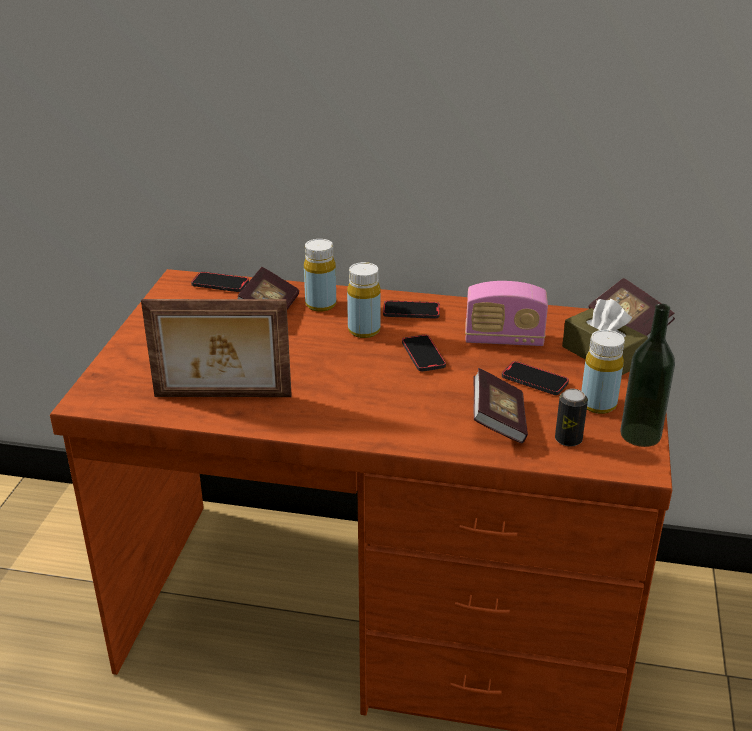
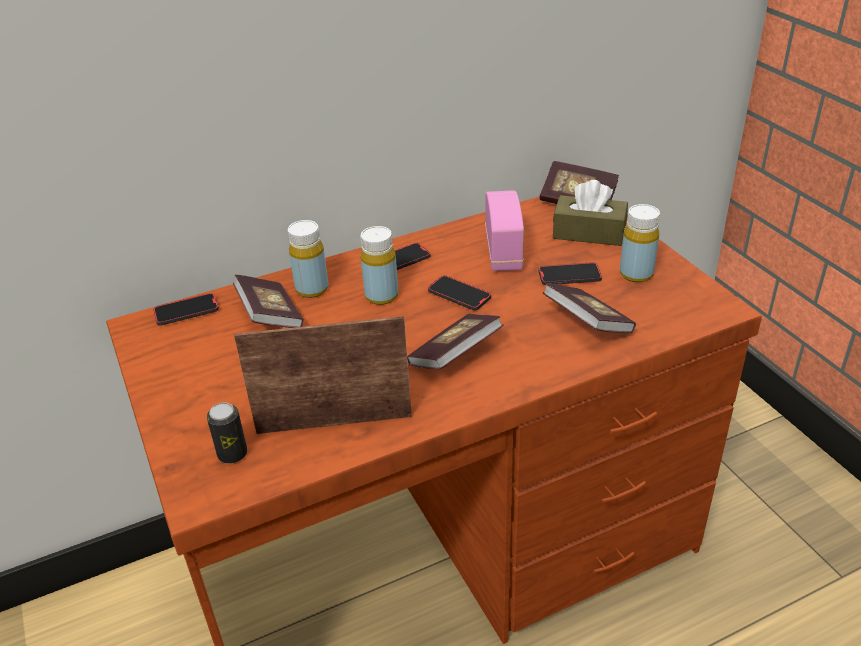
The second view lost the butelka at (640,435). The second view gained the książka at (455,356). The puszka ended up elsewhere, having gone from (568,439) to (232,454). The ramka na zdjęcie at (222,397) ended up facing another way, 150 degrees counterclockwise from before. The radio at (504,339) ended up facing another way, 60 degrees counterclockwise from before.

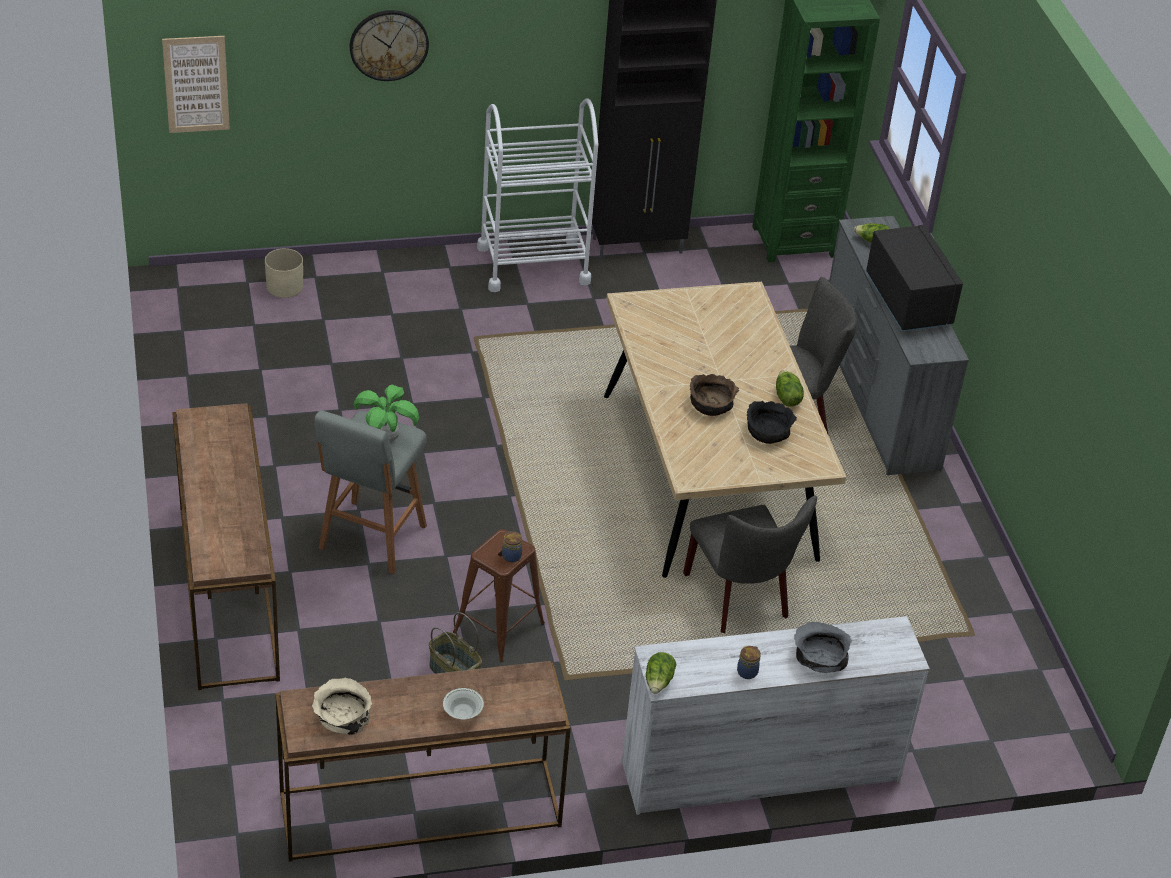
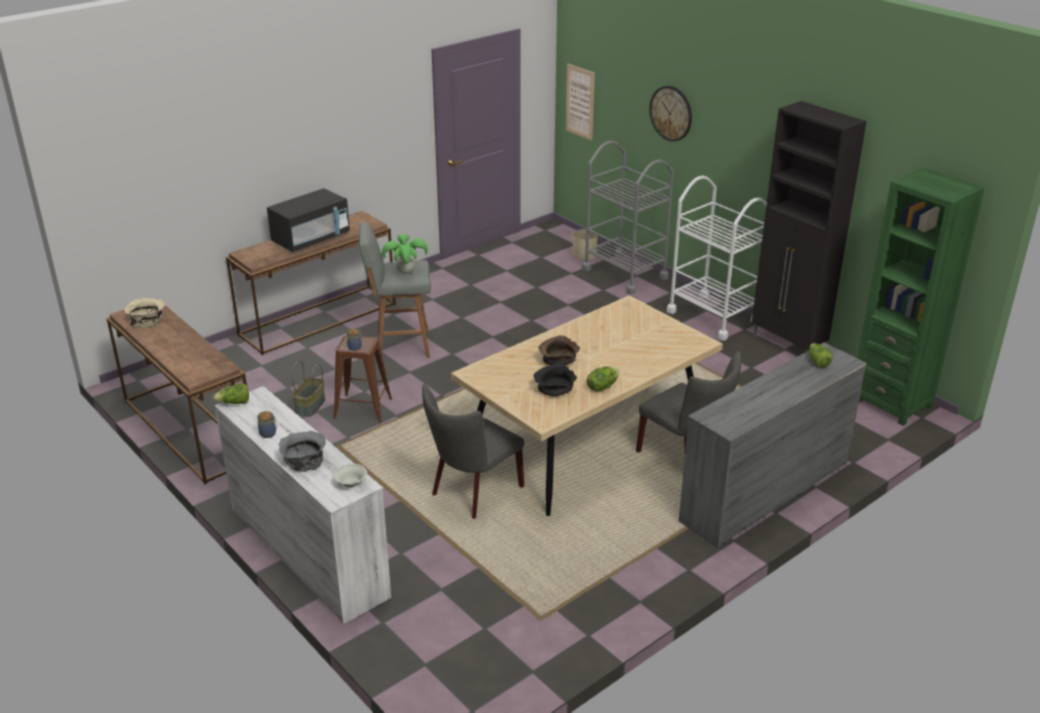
The second view gained the wózek (szary) at (625,274). The miska (biały) ended up elsewhere, having gone from (462,713) to (351,484). The mikrofalówka (czarny) ended up elsewhere, having gone from (908,301) to (311,239).

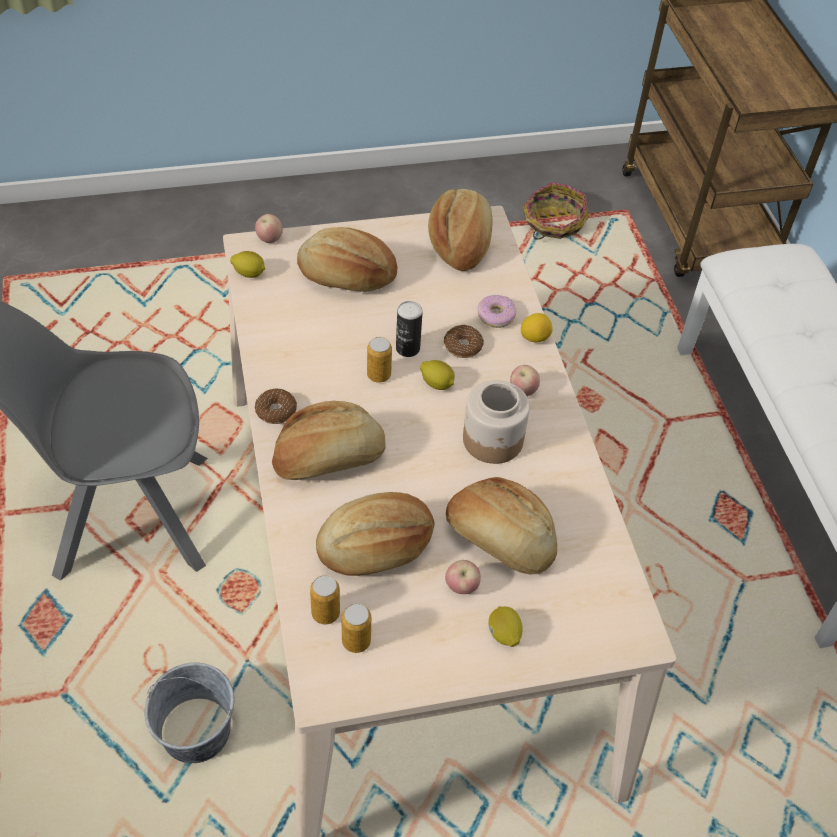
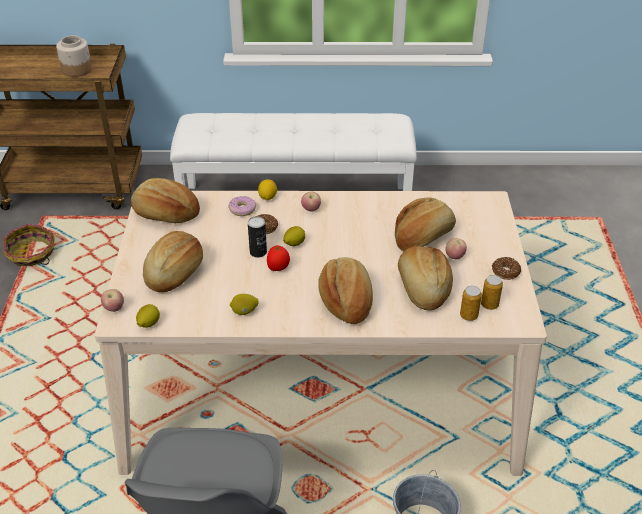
The donut ended up elsewhere, having gone from (276,411) to (505,272). The słoik ended up elsewhere, having gone from (493,440) to (77,69). The cytryna ended up elsewhere, having gone from (503,634) to (244,311). Where the puszka stood at (379,375), the pomidor came to stand at (278,268).

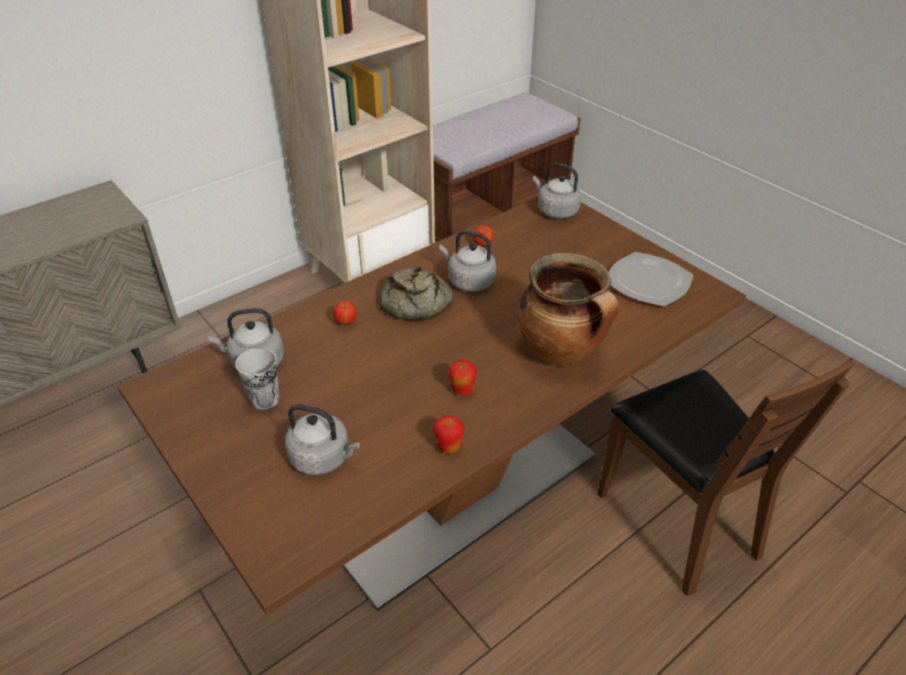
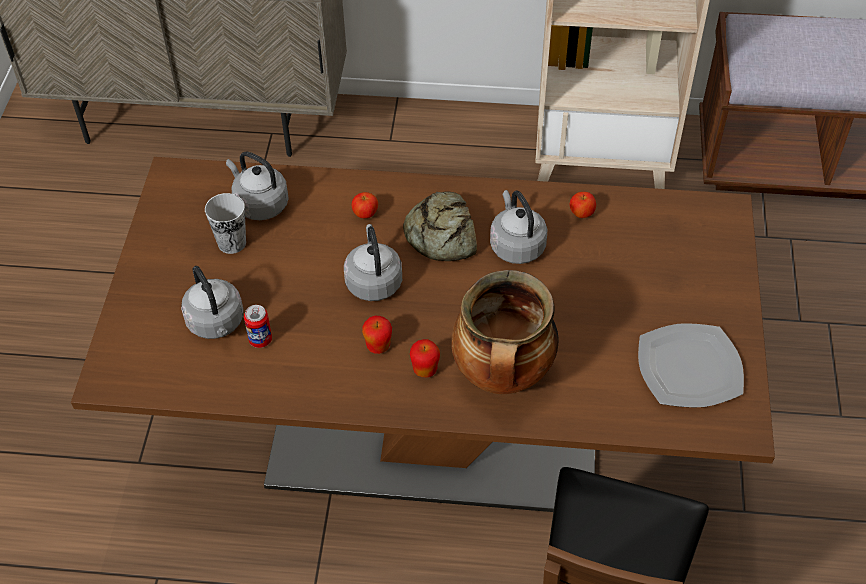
The second view gained the puszka at (260,340). The jabłko ended up elsewhere, having gone from (449,447) to (425,370). The czajnik (szary) ended up elsewhere, having gone from (555,211) to (373,281).

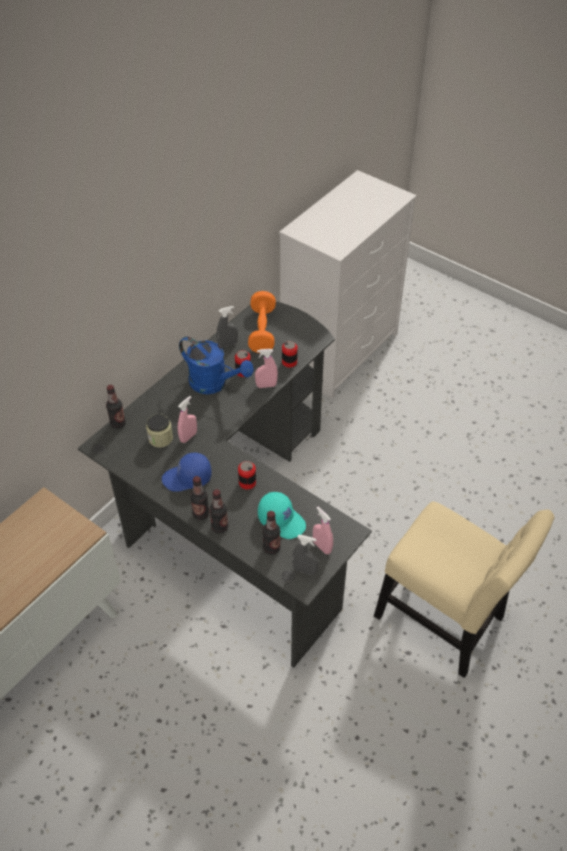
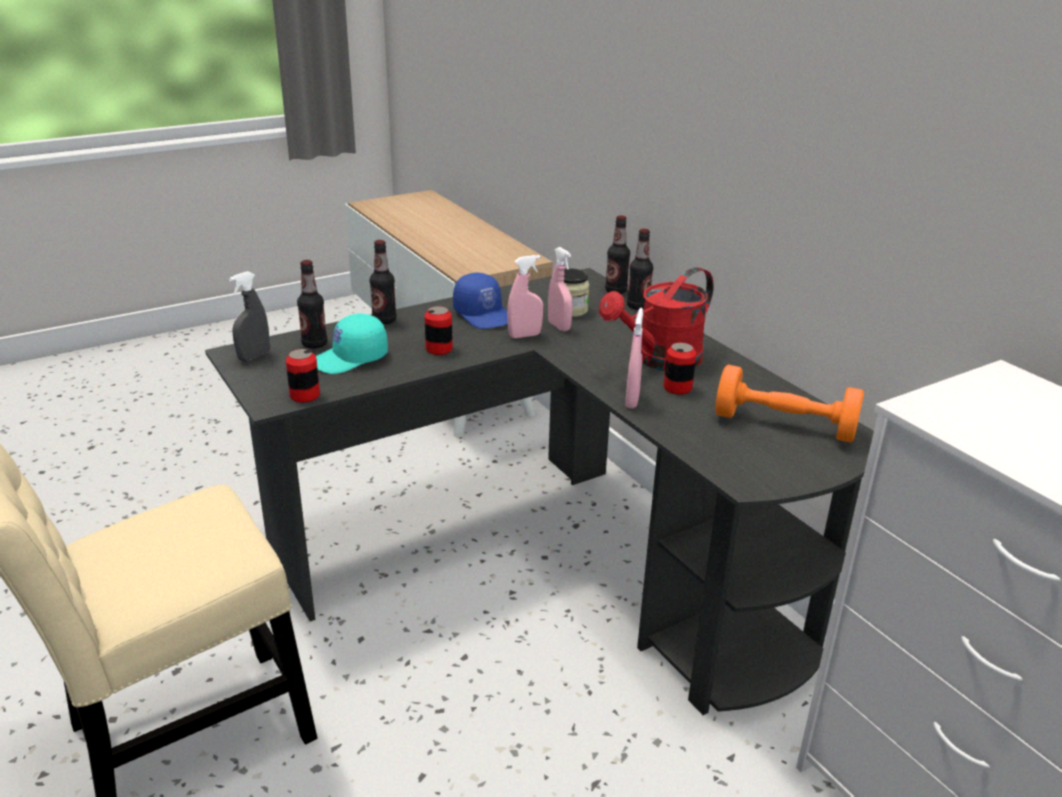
The second view lost the spryskiwacz (szary) at (228,344). The butelka ended up elsewhere, having gone from (201,514) to (638,306). The puszka ended up elsewhere, having gone from (289,362) to (305,395). The spryskiwacz (różowy) ended up elsewhere, having gone from (322,547) to (524,335). What was the konewka (niebieski) at (214,383) turned into the konewka (czerwony) at (660,361). The czapka z daszkiem (niebieski) at (187,478) ended up facing another way, 135 degrees clockwise from before.

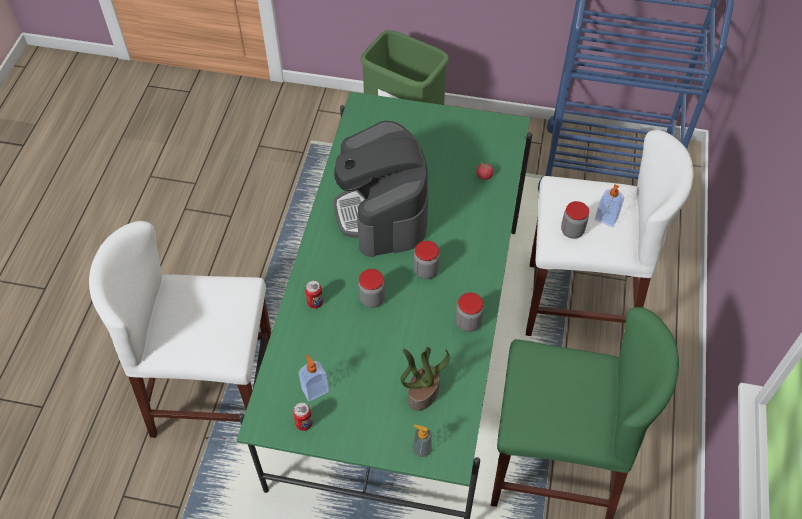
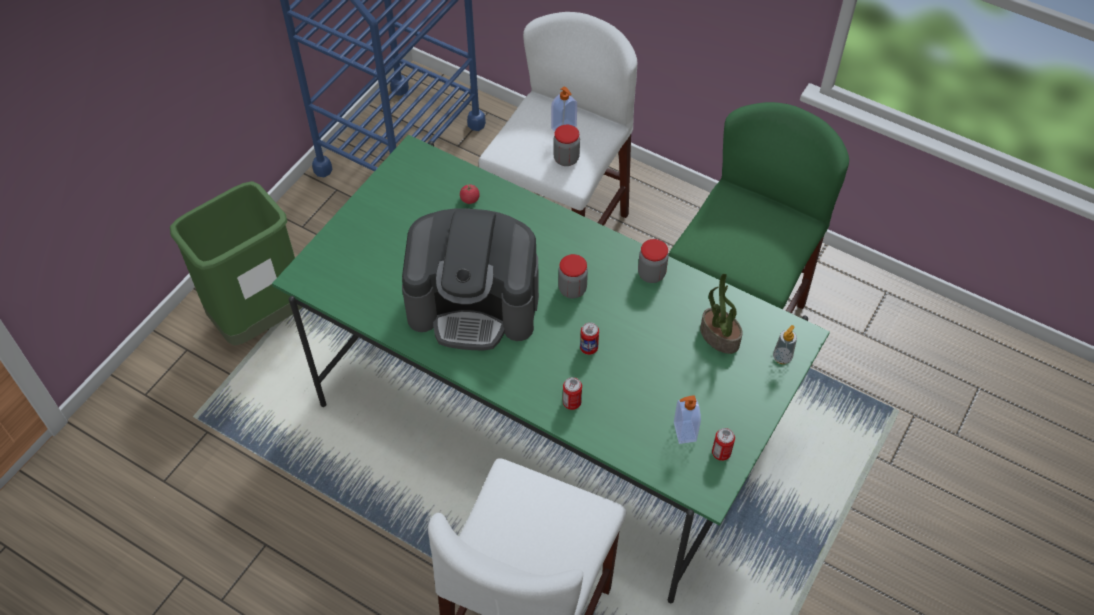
Where the słoik stood at (372,299), the puszka came to stand at (589,348).

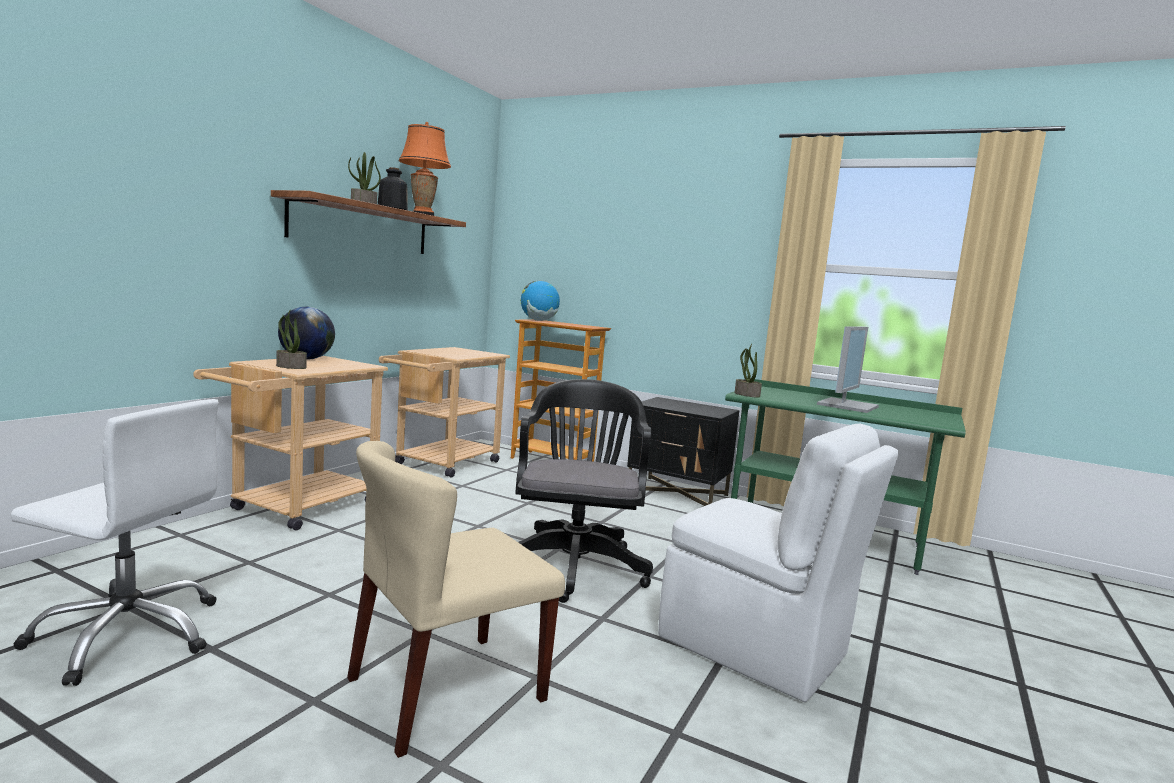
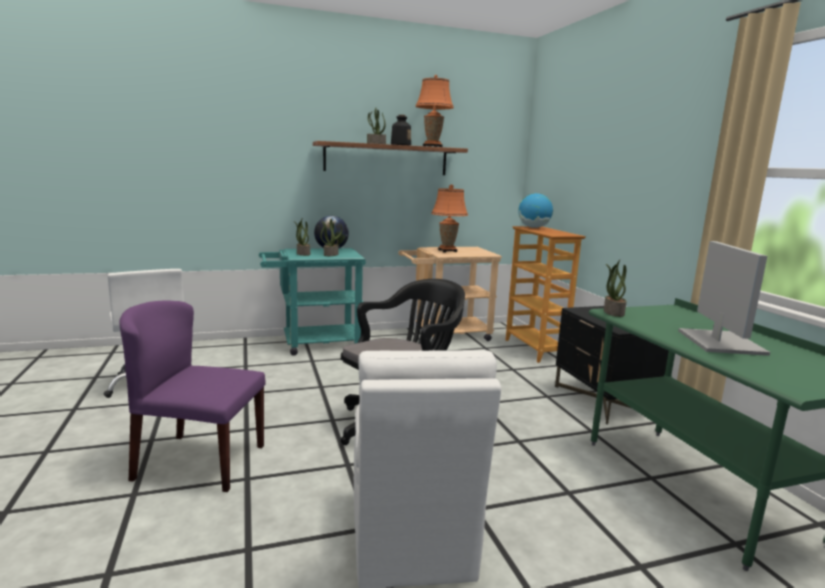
The second view gained the roślina doniczkowa at (331,254). The second view gained the lampa stołowa (pomarańczowy) at (447,251). What was the wózek (beżowy) at (296,509) turned into the wózek (turkusowy) at (314,344). What was the krzesło (beżowy) at (445,690) turned into the krzesło (fioletowy) at (199,462). The monitor at (847,405) ended up facing another way, 75 degrees counterclockwise from before.

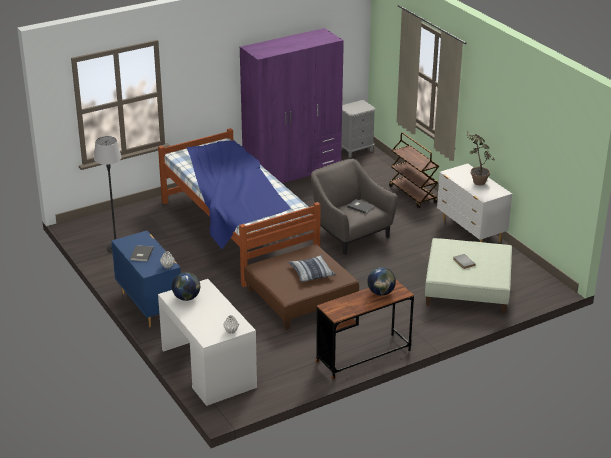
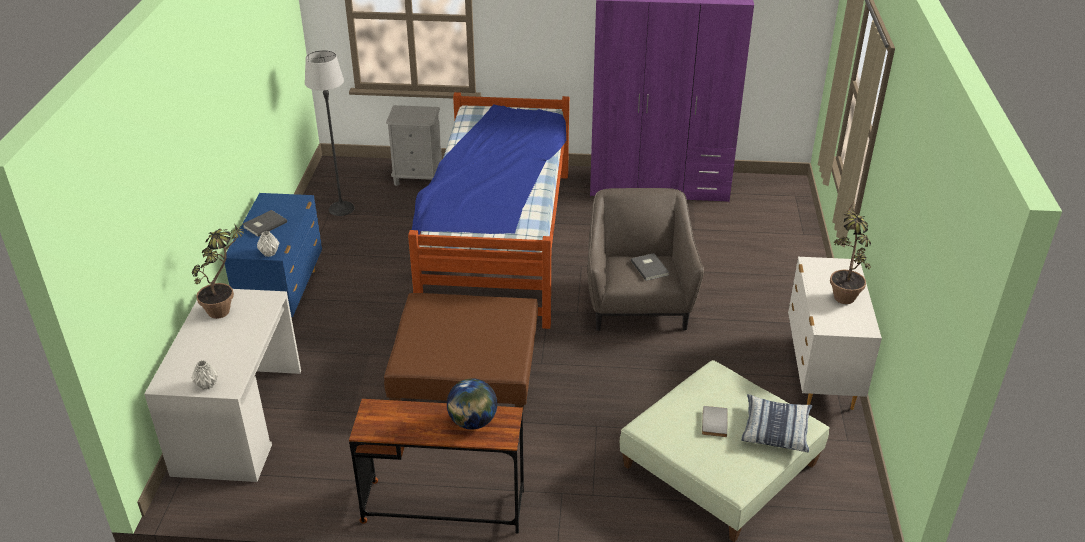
The second view lost the wózek (brązowy) at (413,195). The poduszka ended up elsewhere, having gone from (311,272) to (775,429). The szafka nocna (szary) ended up elsewhere, having gone from (356,150) to (418,178). Where the globus stood at (187,298), the roślina doniczkowa came to stand at (226,308).

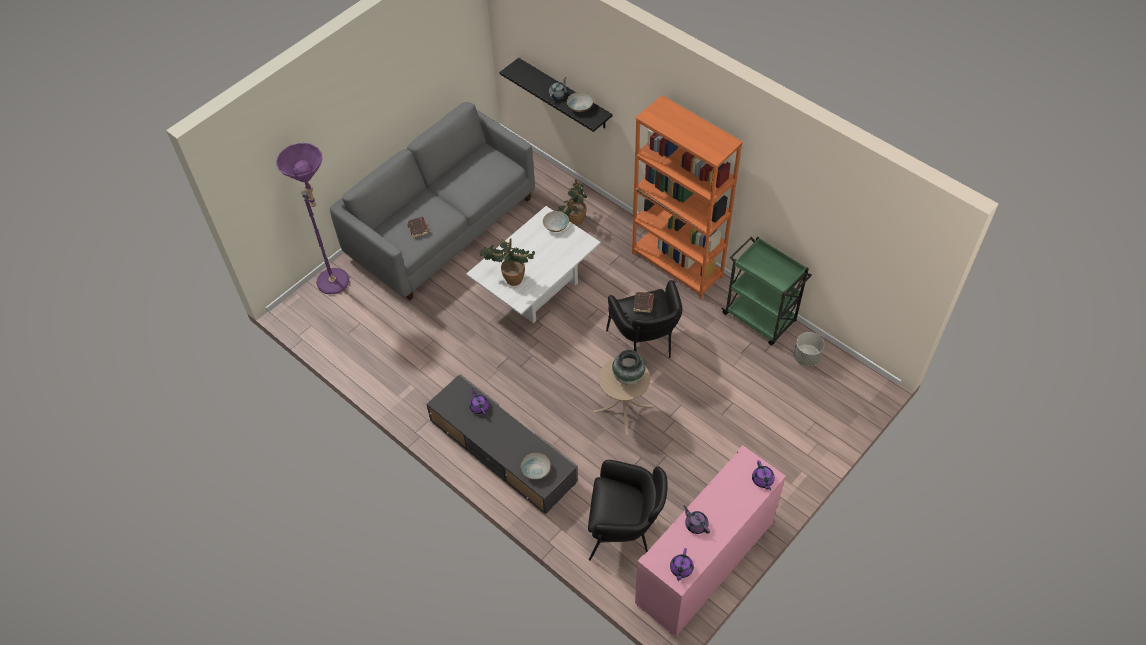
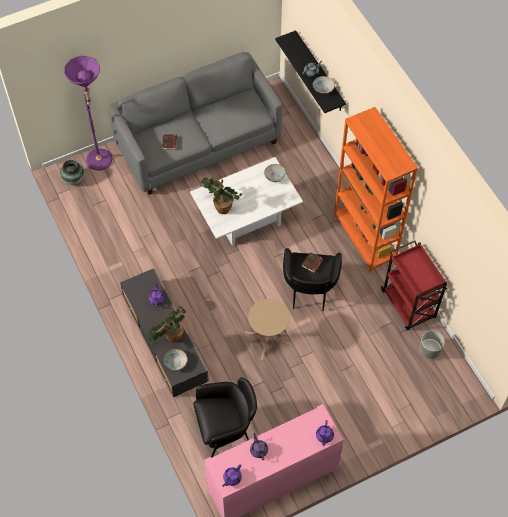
The roślina doniczkowa ended up elsewhere, having gone from (572,222) to (170,337). The wazon ended up elsewhere, having gone from (628,377) to (74,180). What was the wózek (zielony) at (760,318) turned into the wózek (czerwony) at (409,305). The fotel (czarny) at (624,530) ended up facing another way, 45 degrees counterclockwise from before.

